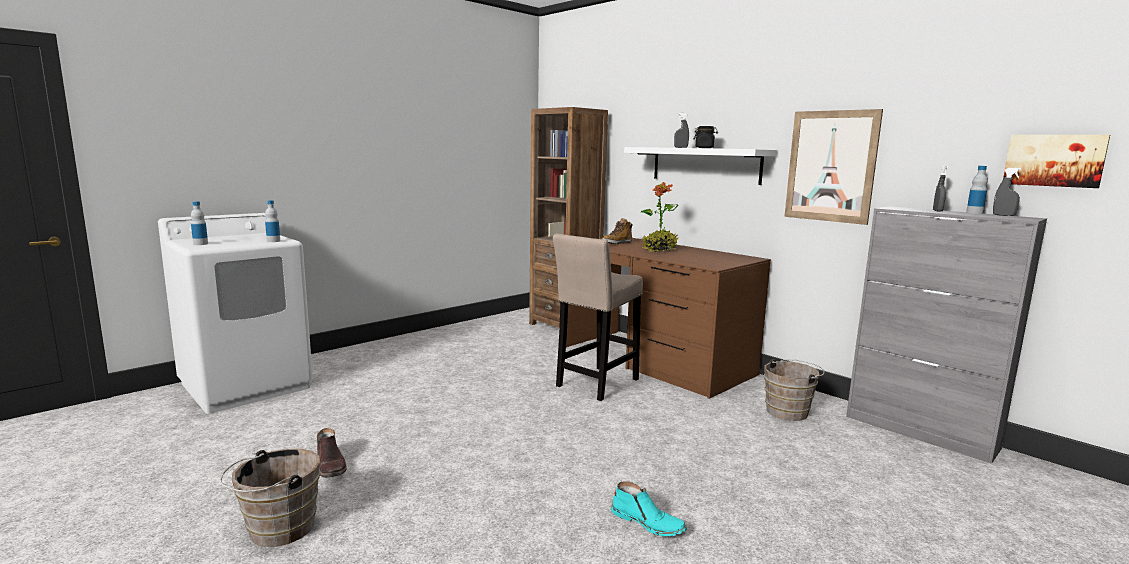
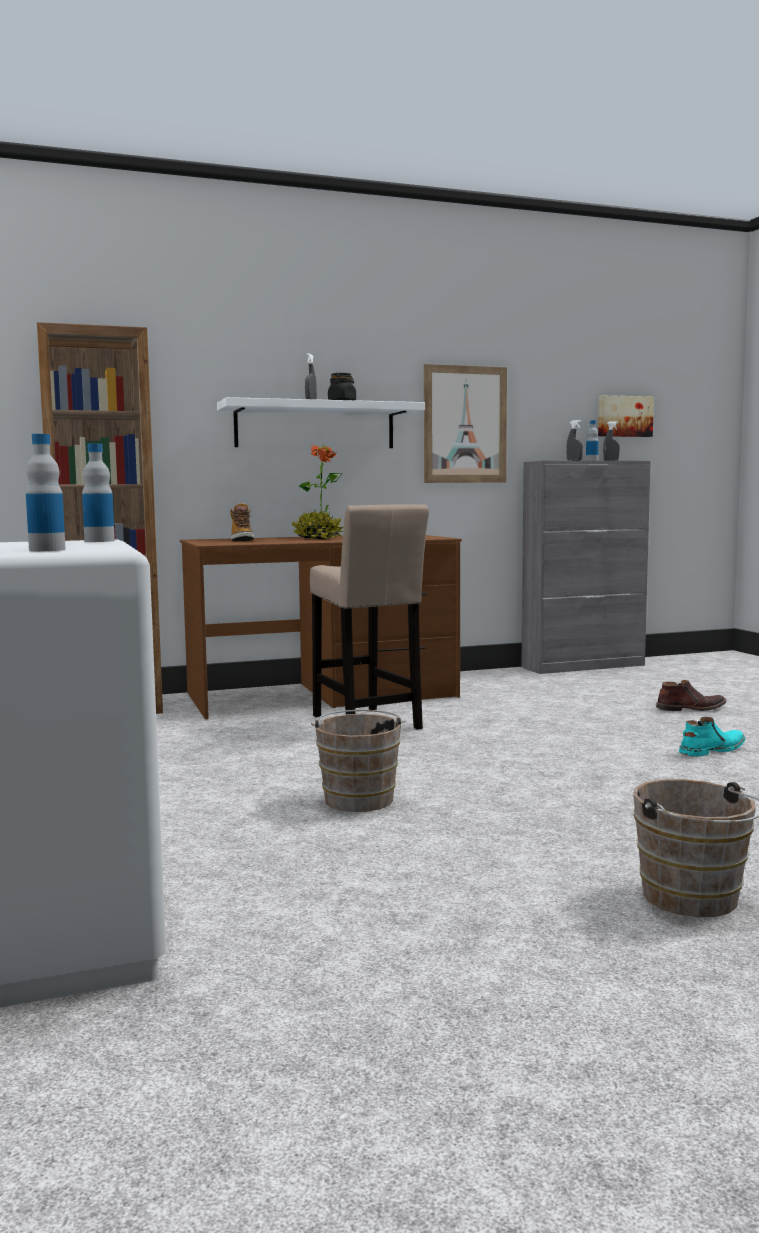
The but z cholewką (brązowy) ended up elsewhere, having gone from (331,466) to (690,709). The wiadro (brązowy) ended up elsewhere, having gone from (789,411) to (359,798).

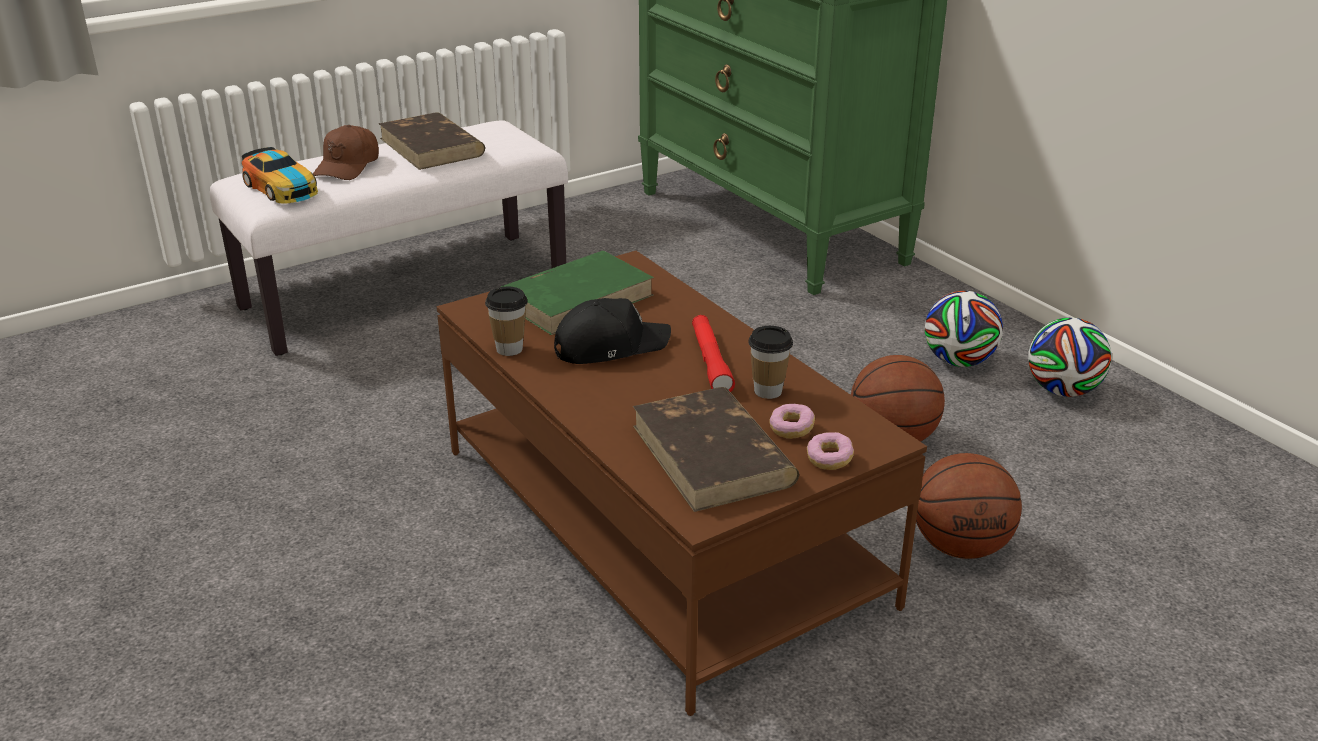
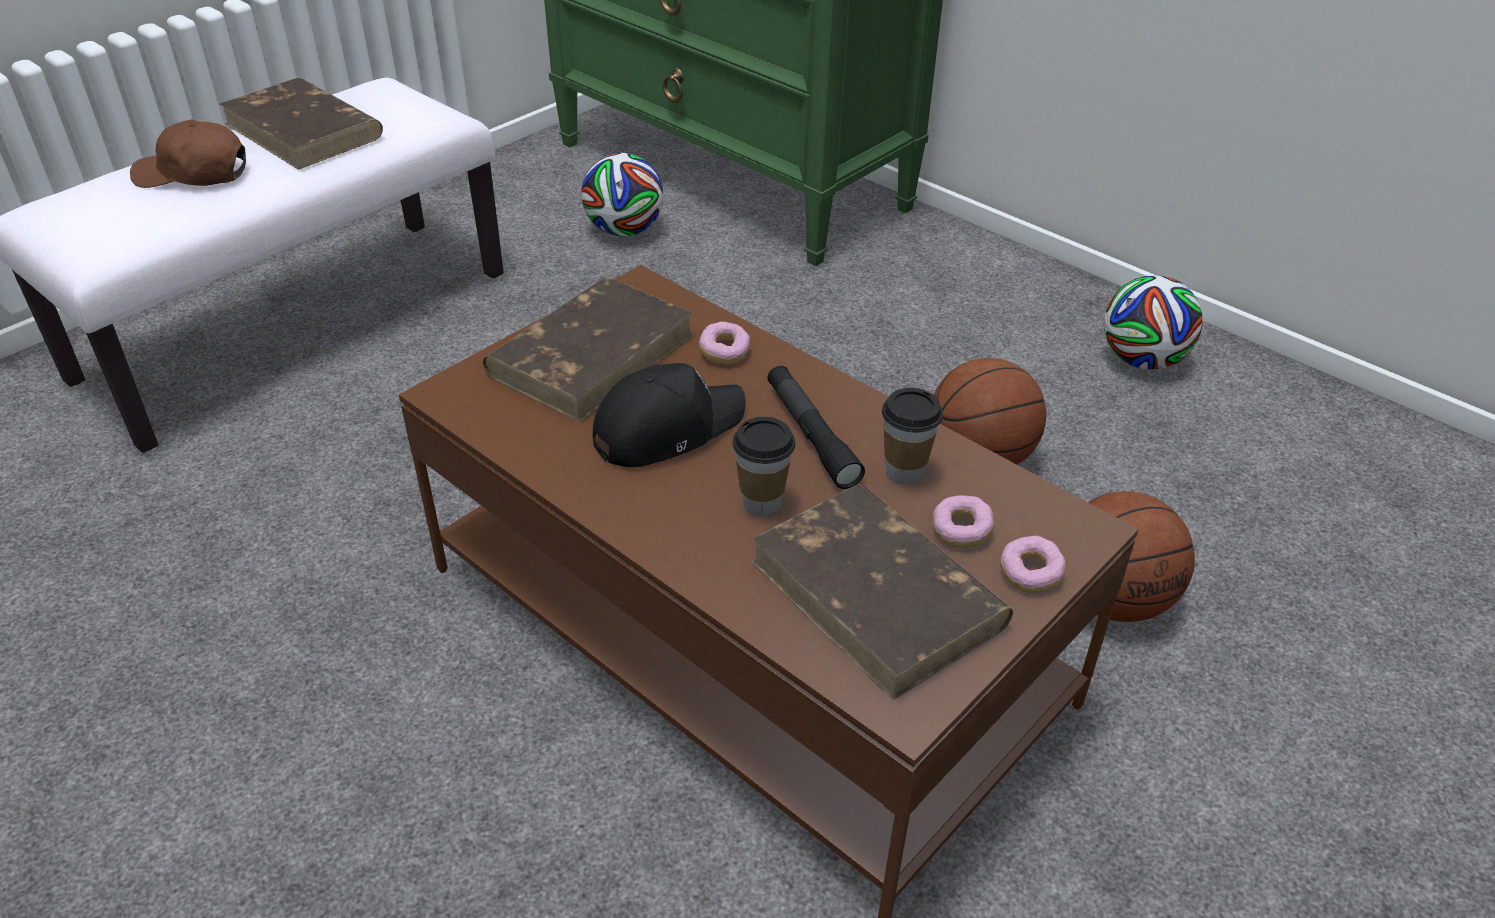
The second view lost the samochodzik at (281,188). The second view gained the donut at (724,353). The filiżanka ended up elsewhere, having gone from (509,349) to (762,503). The piłka futbolowa ended up elsewhere, having gone from (958,361) to (624,230). What was the książka (zielony) at (577,298) turned into the książka (brązowy) at (592,353). What was the latarka (czerwony) at (710,362) turned into the latarka (czarny) at (811,435). The czapka z daszkiem (brązowy) at (348,166) ended up facing another way, 90 degrees clockwise from before.

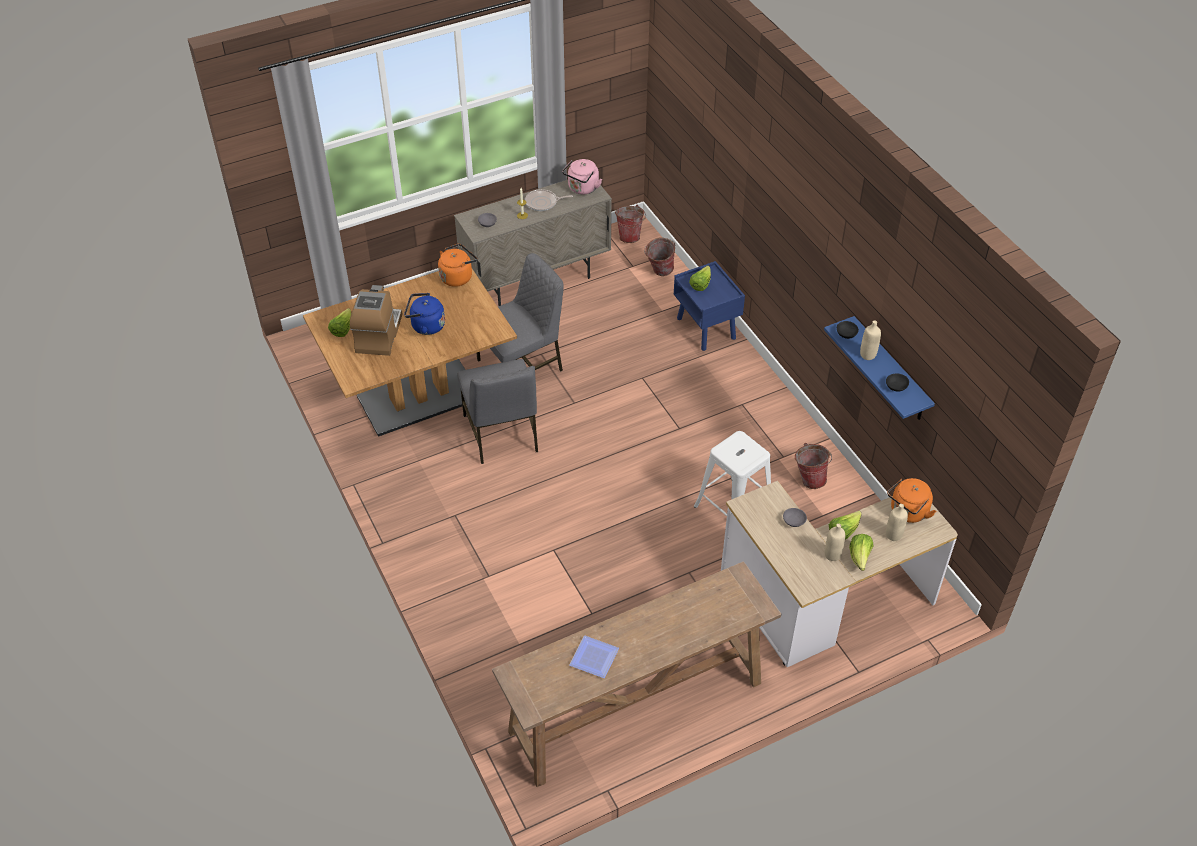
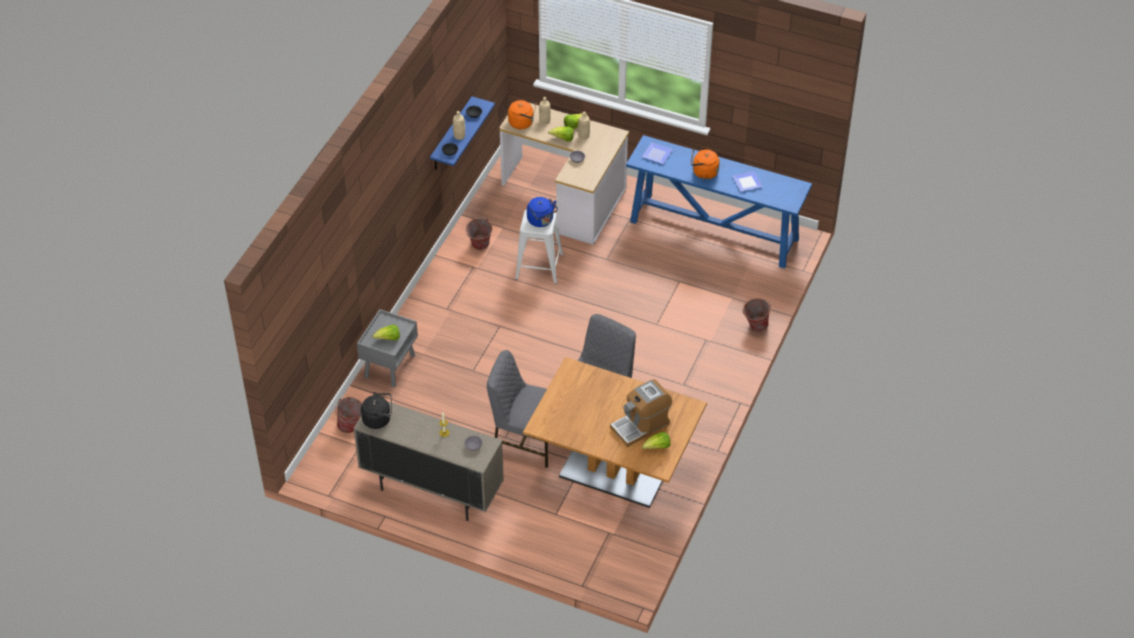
The second view lost the patelnia at (543,203). The second view gained the talerz at (658,154). The czajnik (niebieski) ended up elsewhere, having gone from (425,326) to (541,221). The czajnik (pomarańczowy) ended up elsewhere, having gone from (457,277) to (703,172). The wiadro ended up elsewhere, having gone from (630,236) to (754,327). What was the stolik konsolowy (brązowy) at (635,708) turned into the stolik konsolowy (niebieski) at (715,231). What was the czajnik (różowy) at (582,189) turned into the czajnik (czarny) at (378,419). What was the szafka nocna (niebieski) at (706,329) turned into the szafka nocna (szary) at (390,365).

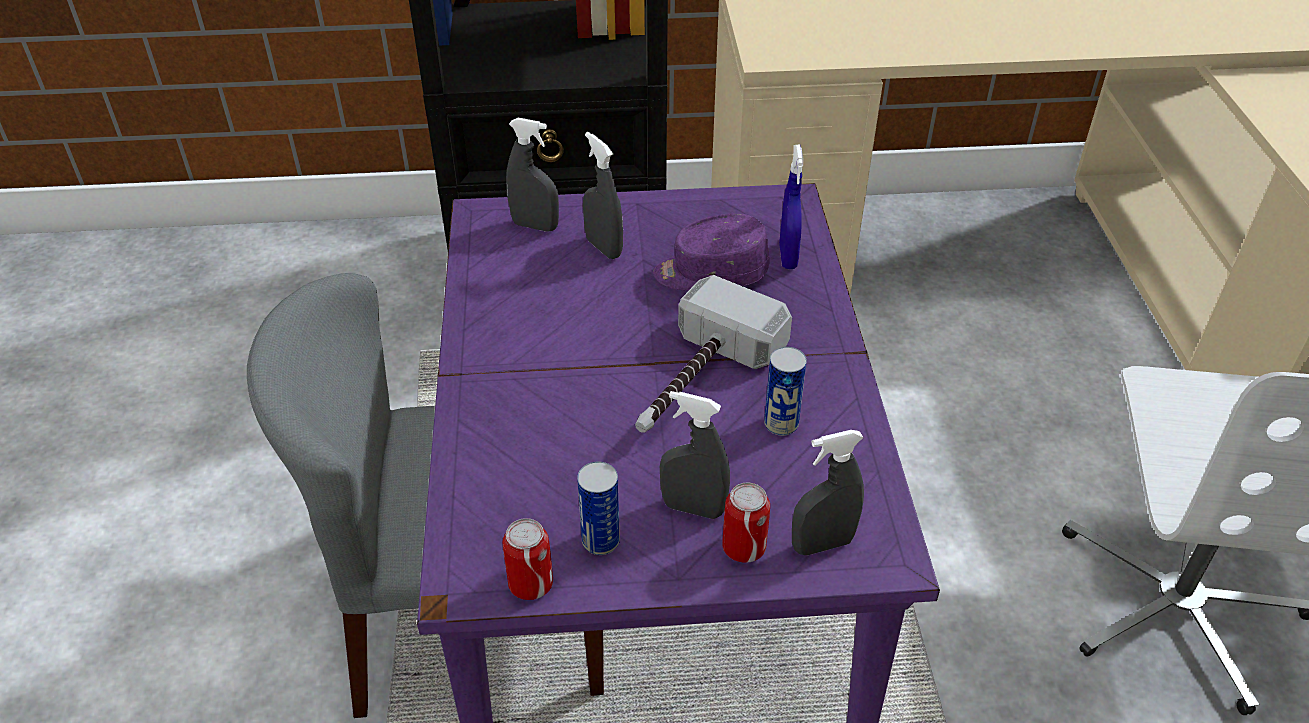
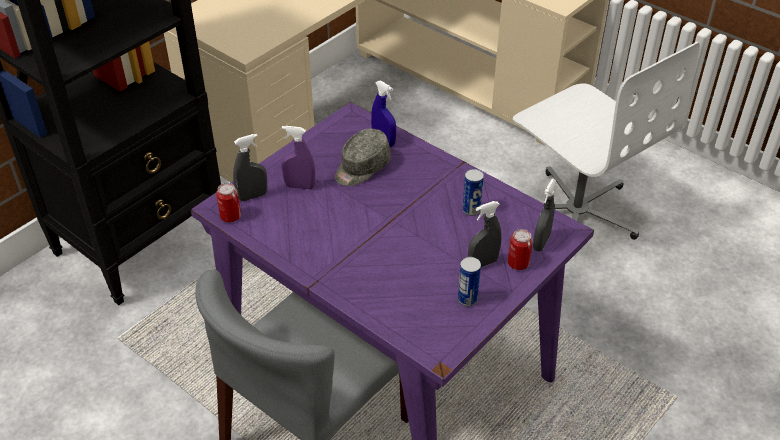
The second view lost the młotek at (697,381). The puszka ended up elsewhere, having gone from (531,584) to (230,216). What was the spryskiwacz (szary) at (603,247) turned into the spryskiwacz (fioletowy) at (299,186). What was the czapka z daszkiem (fioletowy) at (710,272) turned into the czapka z daszkiem (szary) at (361,168).

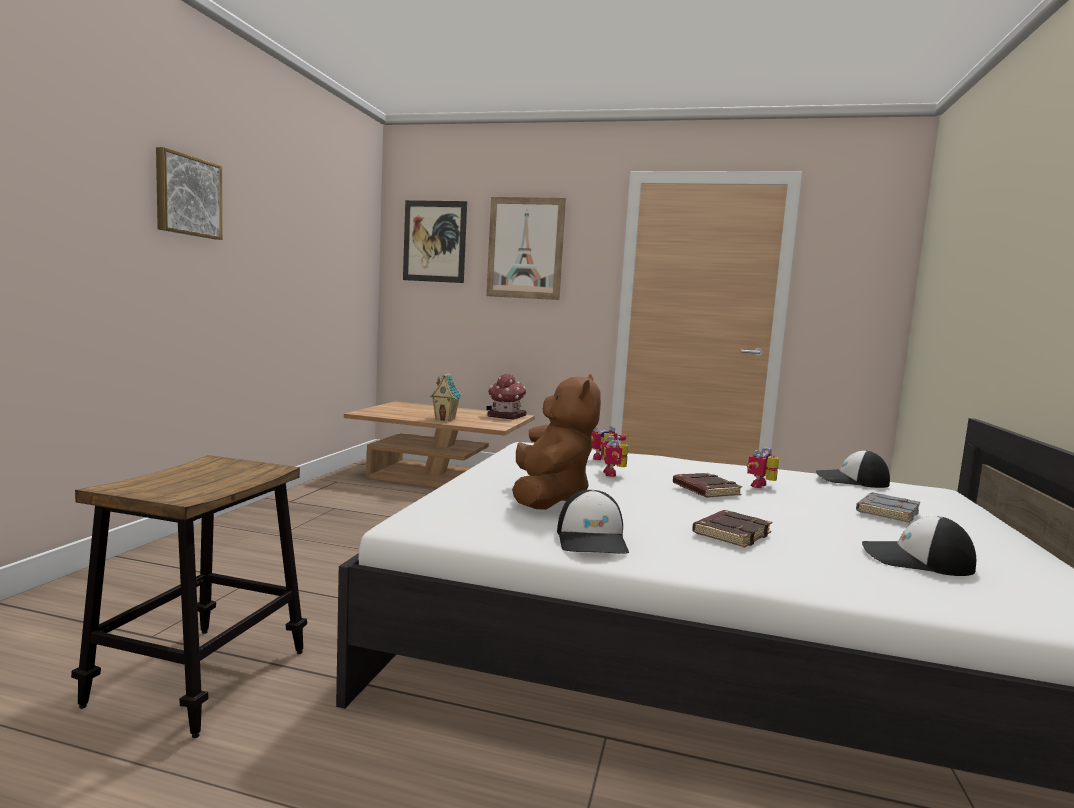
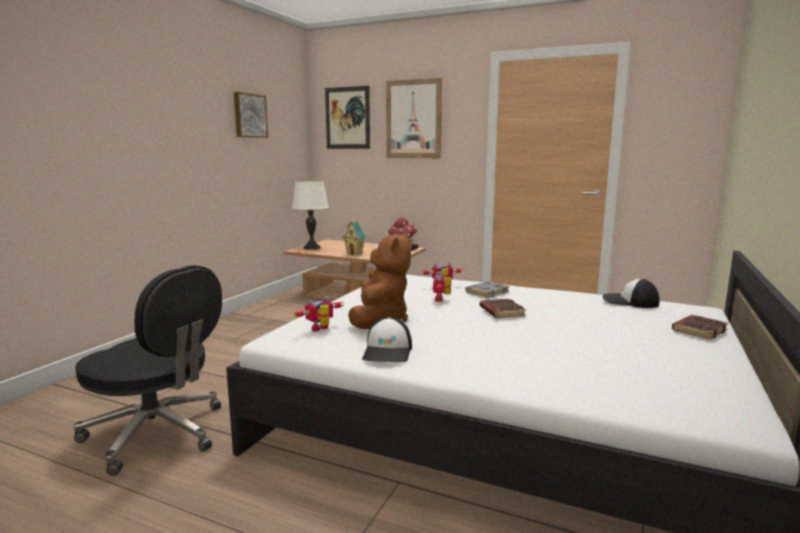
The second view lost the czapka z daszkiem at (916,560). The second view gained the lampa stołowa (biały) at (312,247). The obraz ended up elsewhere, having gone from (187,196) to (249,115). The książka (brązowy) ended up elsewhere, having gone from (731,533) to (698,330). The robot zabawkowy ended up elsewhere, having gone from (762,486) to (321,329). The książka (szary) ended up elsewhere, having gone from (886,512) to (487,292). Where the stołek stood at (200,677), the krzesło biurowe (czarny) came to stand at (158,434).

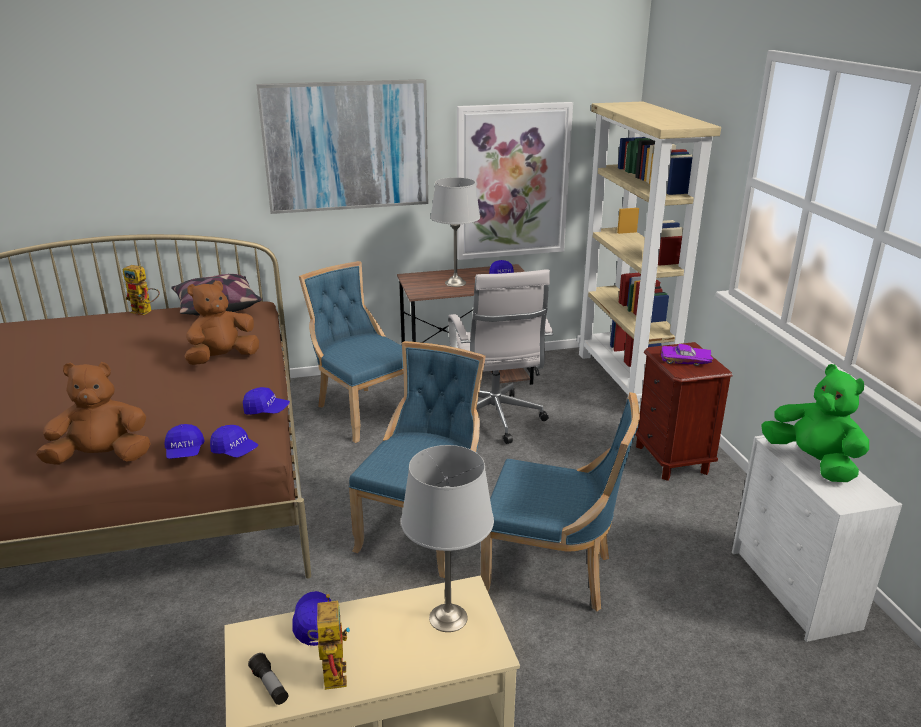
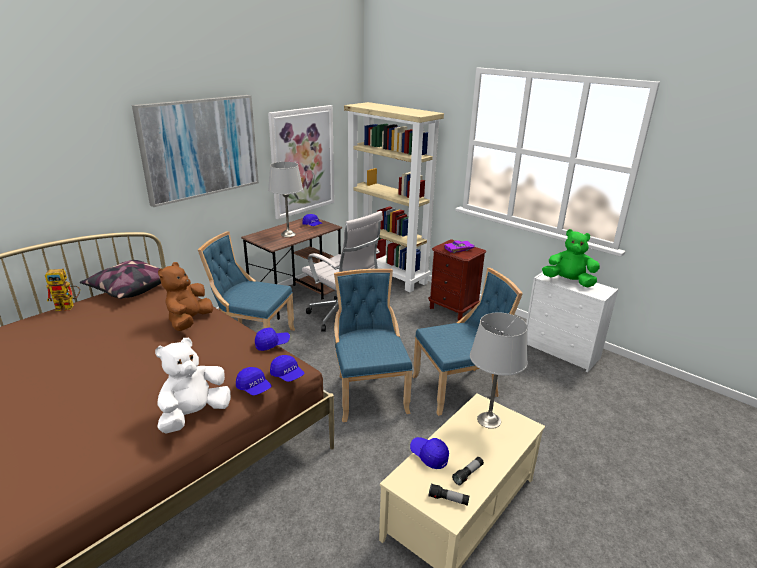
Where the robot zabawkowy stood at (331,670), the latarka came to stand at (468,474). What was the pluszak (brązowy) at (102,458) turned into the pluszak (biały) at (194,415). The czapka z daszkiem (niebieski) at (235,451) ended up facing another way, 45 degrees clockwise from before.

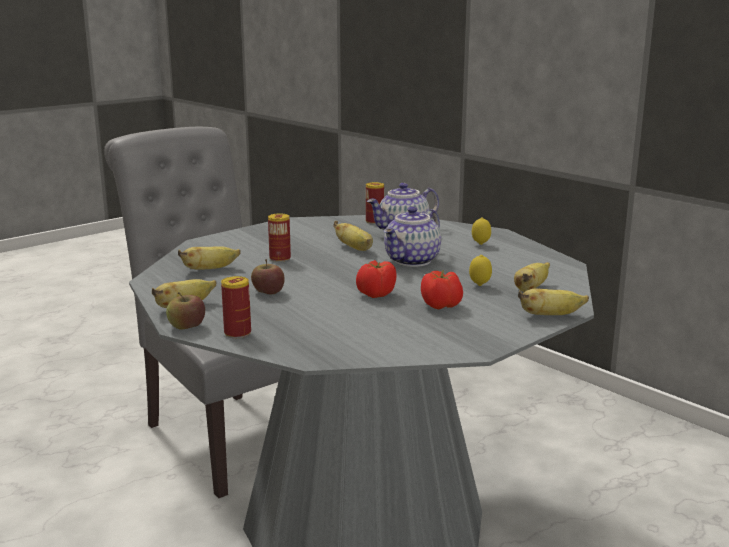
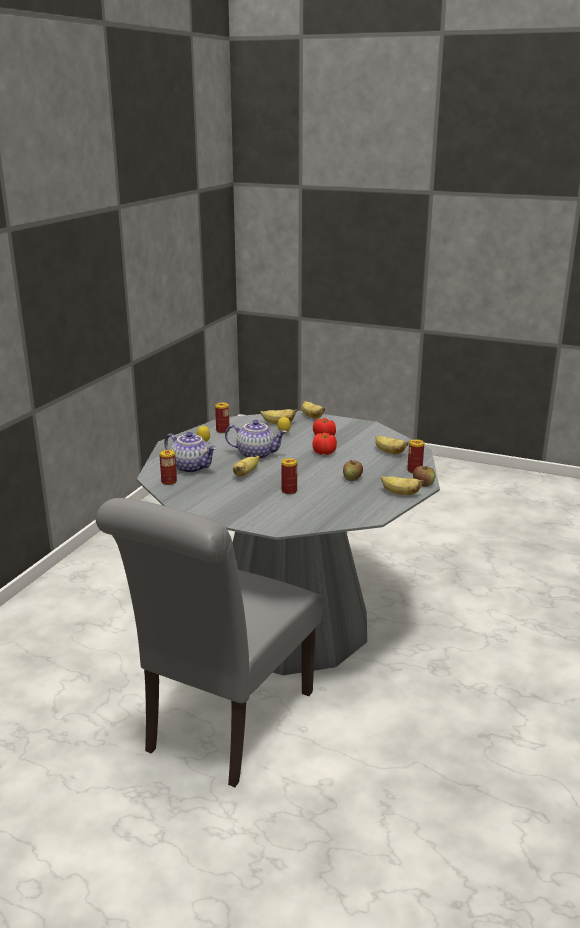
The second view gained the puszka at (222,431). The banan ended up elsewhere, having gone from (210,269) to (389,452).

